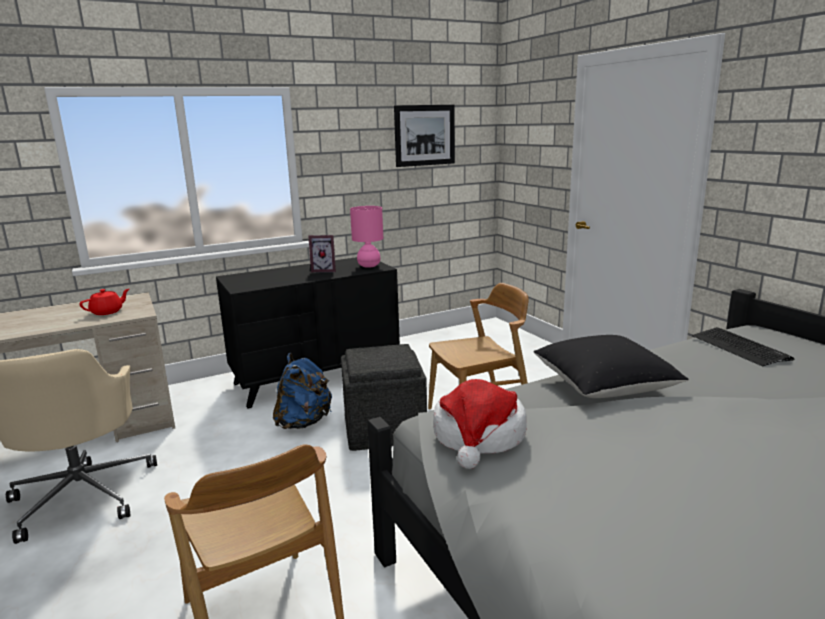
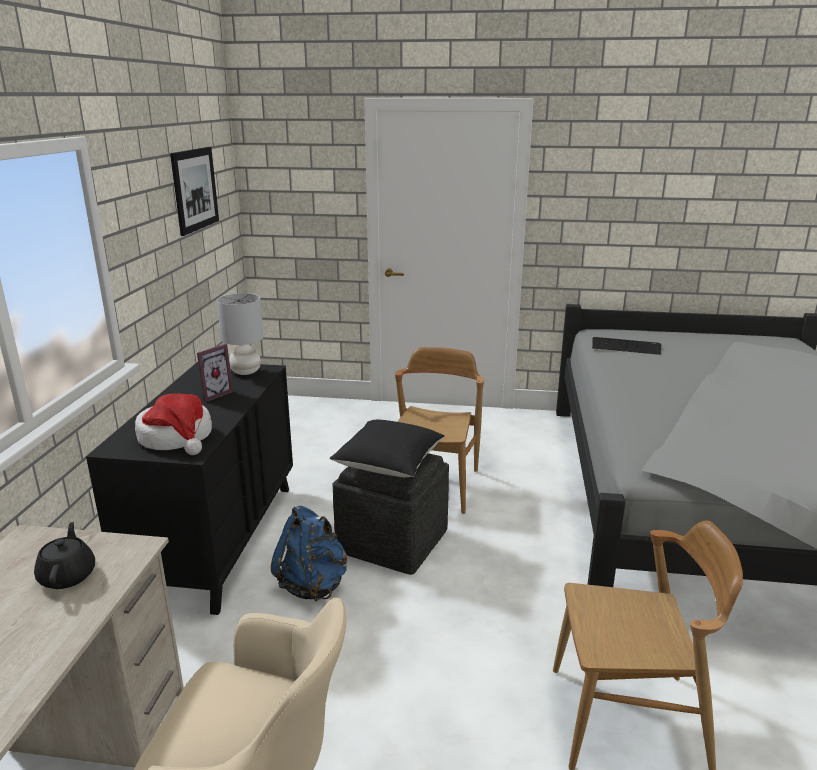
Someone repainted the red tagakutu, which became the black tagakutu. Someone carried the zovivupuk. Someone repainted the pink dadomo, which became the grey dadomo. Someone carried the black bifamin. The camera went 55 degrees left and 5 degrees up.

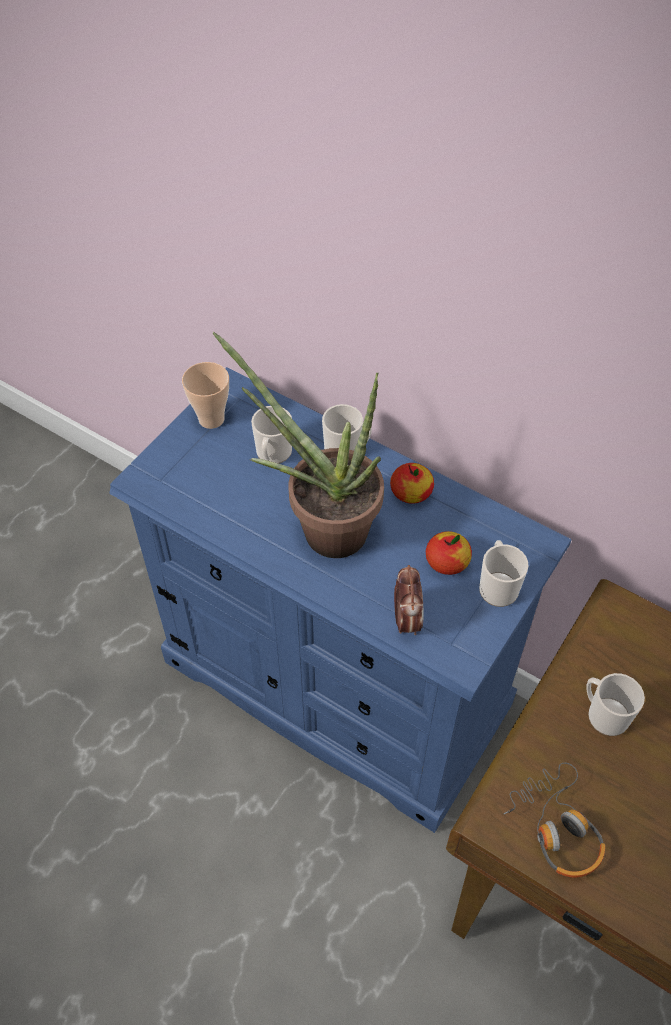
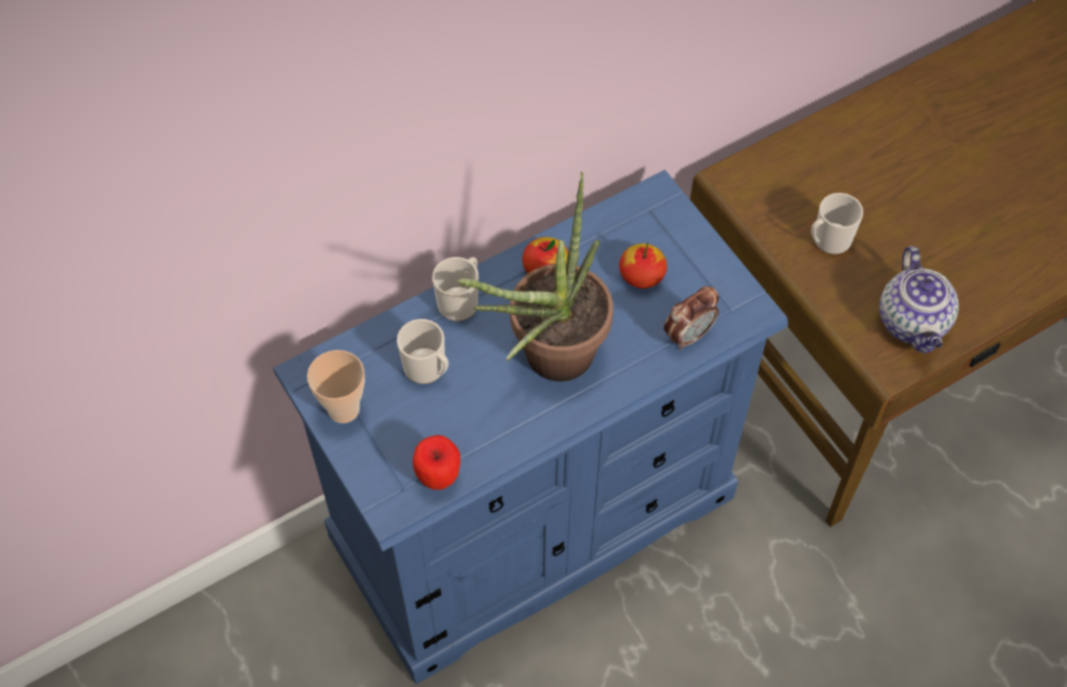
Someone put down the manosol (1st from left). Someone rotated the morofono by 120 degrees clockwise. Someone swapped the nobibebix for the tagakutu. Someone took away the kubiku (3rd from left). The camera went 65 degrees left and 5 degrees up.

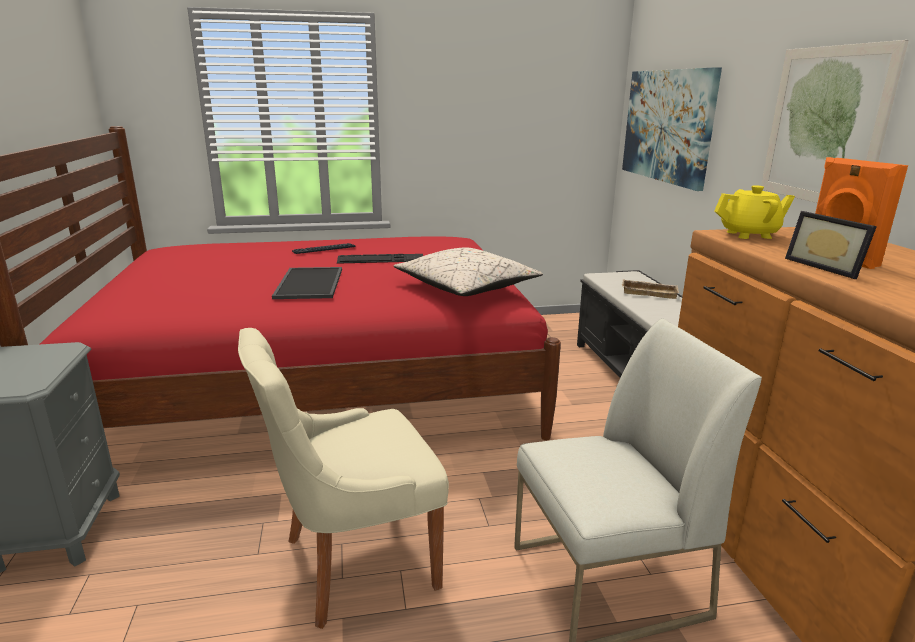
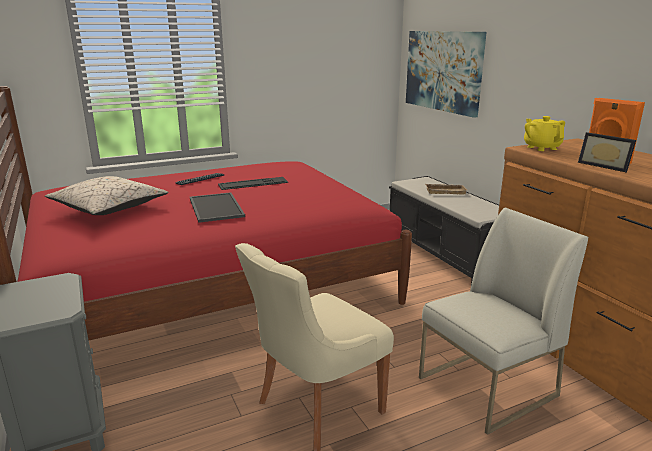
Someone carried the beige bifamin. Someone rotated the yellow tagakutu by 90 degrees counterclockwise. Someone took away the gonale (2nd from left). The camera went 15 degrees left and 0 degrees up.

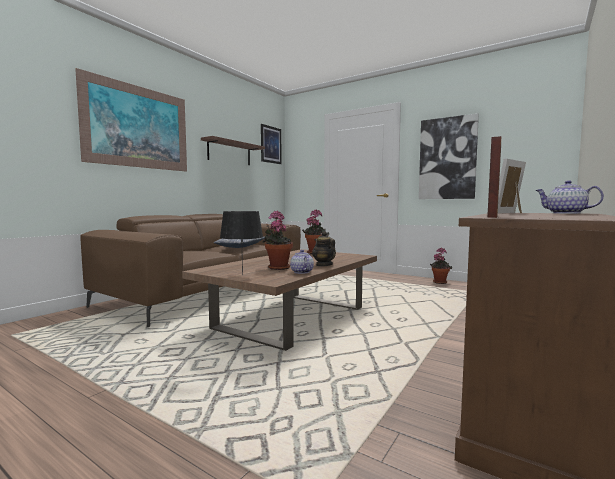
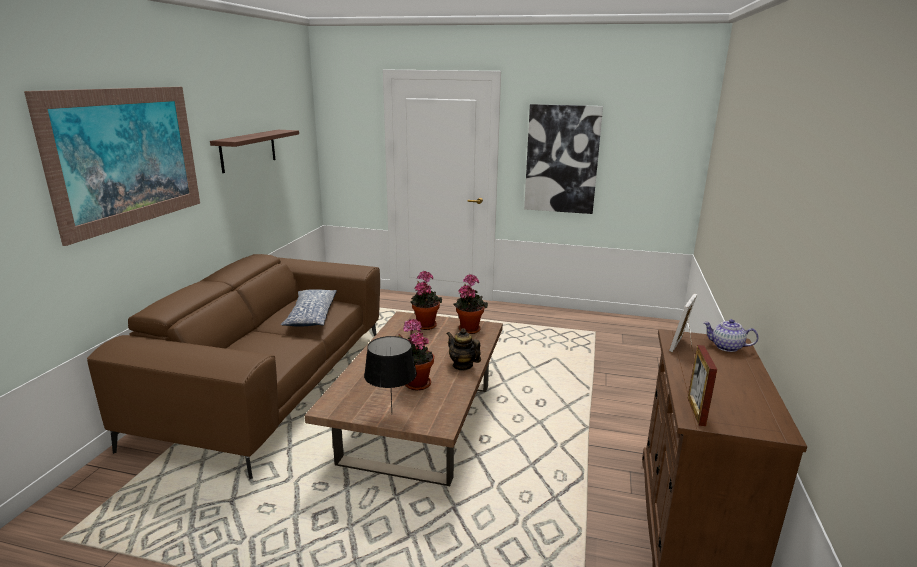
Someone carried the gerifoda (3rd from left). Someone took away the gonale (2nd from left). Someone took away the tagakutu (1st from left). The camera went 20 degrees left and 15 degrees up.

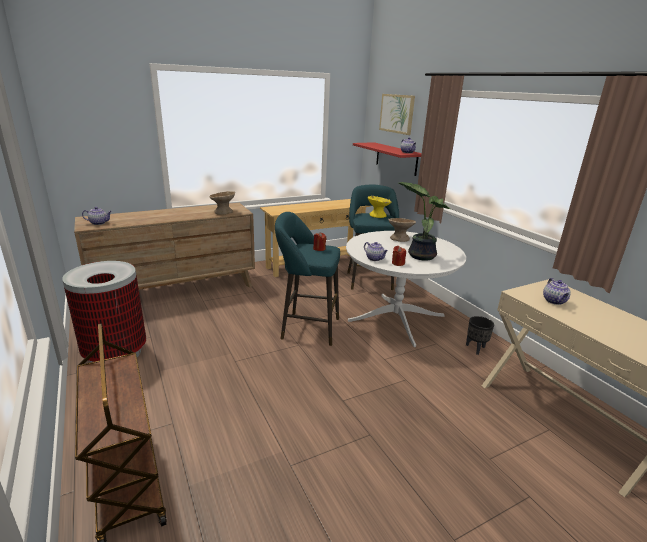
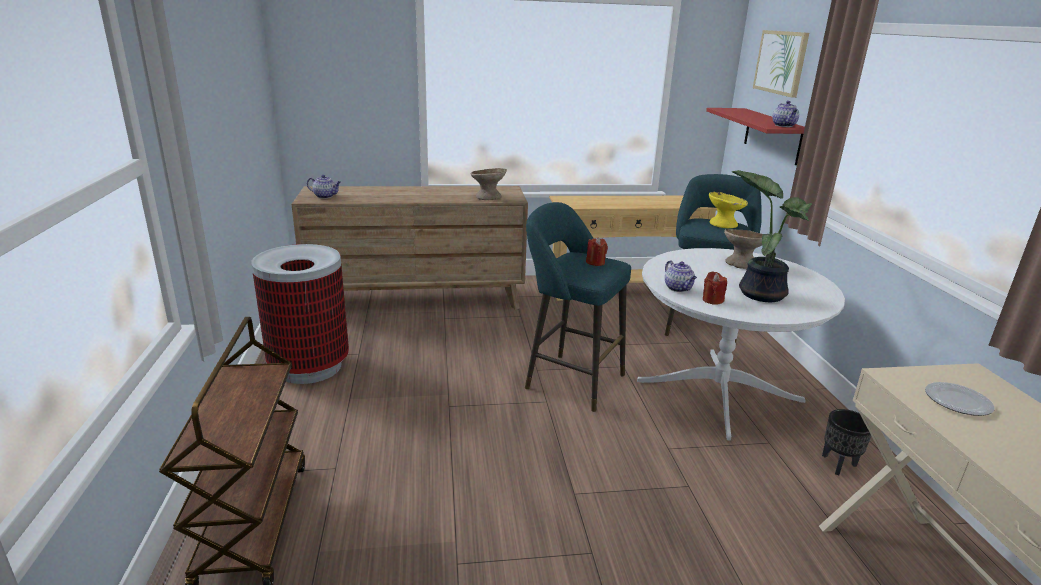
Someone swapped the tagakutu (4th from left) for the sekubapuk. The camera went 20 degrees right and 0 degrees up.

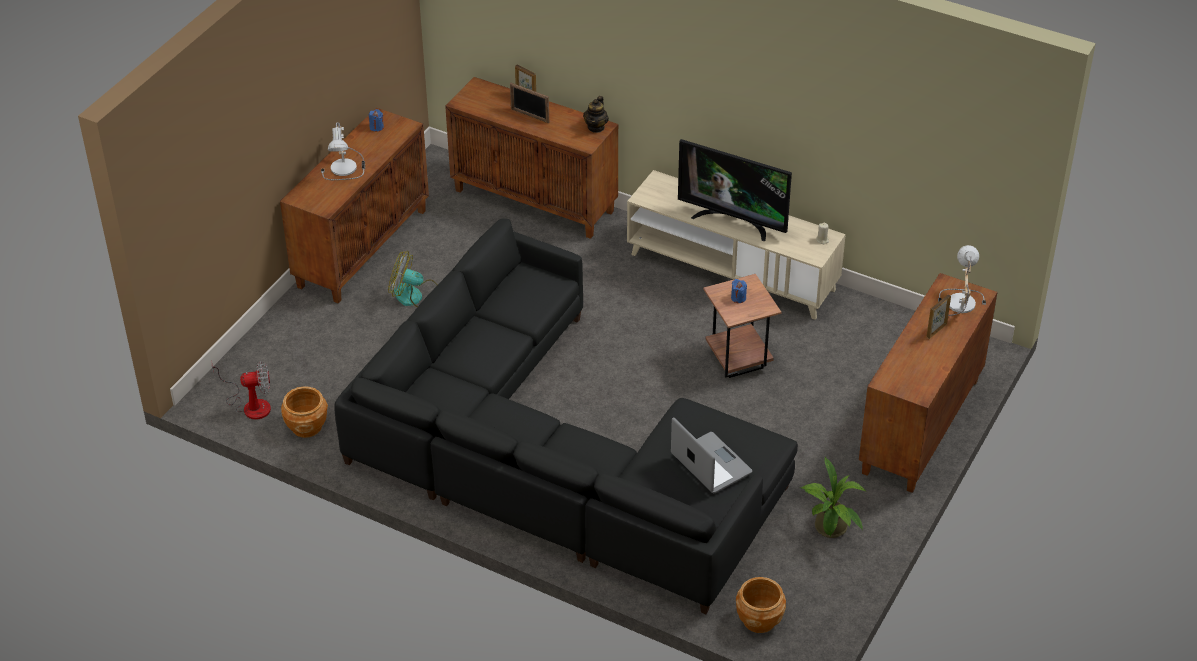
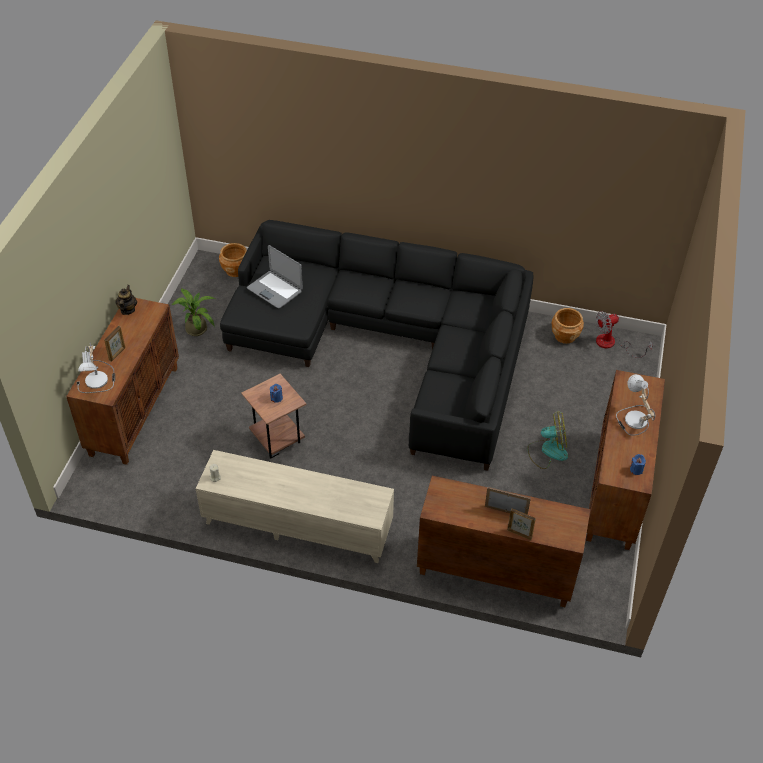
Someone carried the tagakutu. Someone took away the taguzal. The camera went 165 degrees right and 5 degrees up.

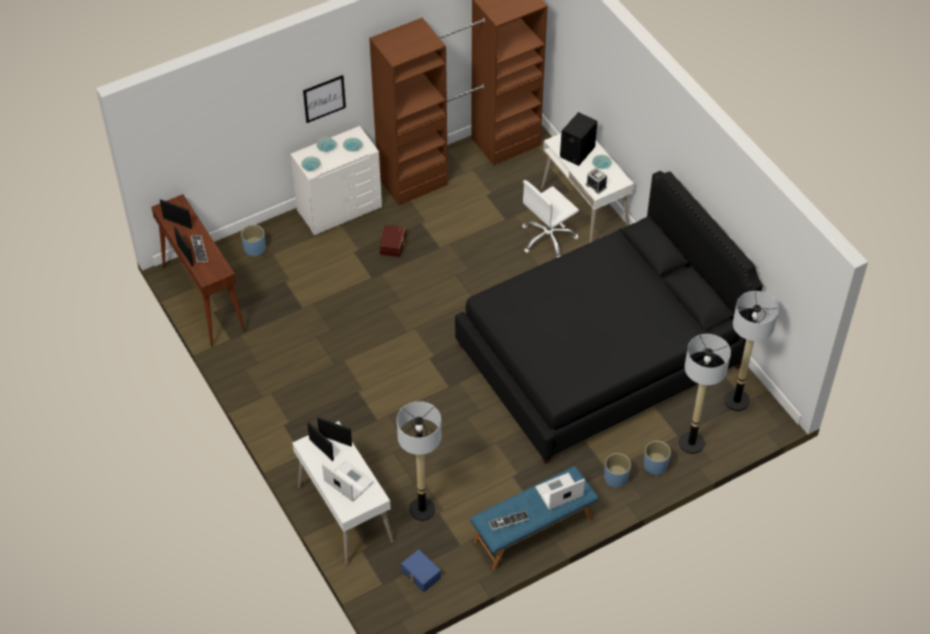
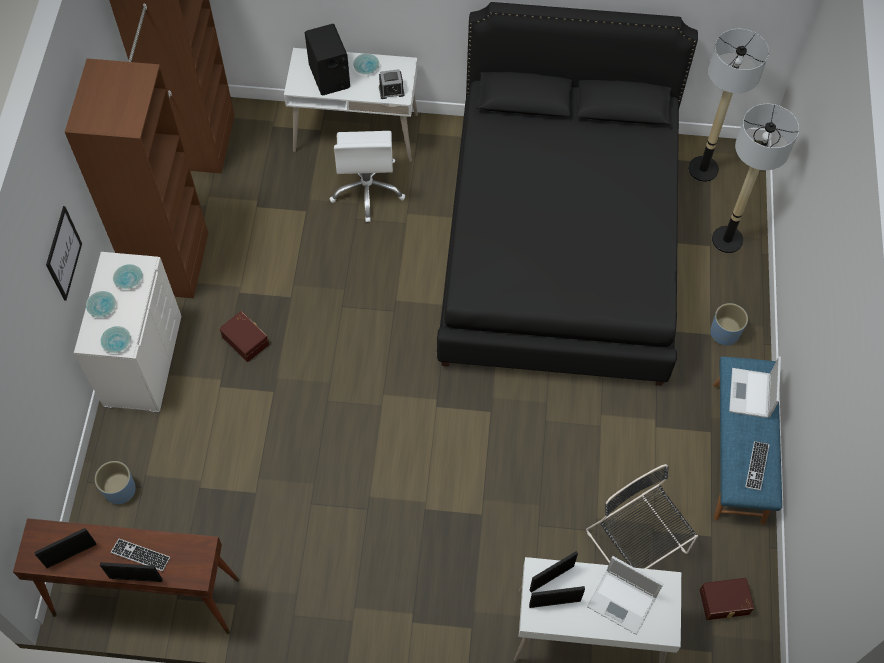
Someone swapped the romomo (1st from left) for the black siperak. Someone rotated the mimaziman (1st from left) by 135 degrees counterclockwise. Someone repainted the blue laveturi, which became the brown laveturi (2nd from left). Someone took away the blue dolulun (3rd from left). The camera went 55 degrees left and 10 degrees up.

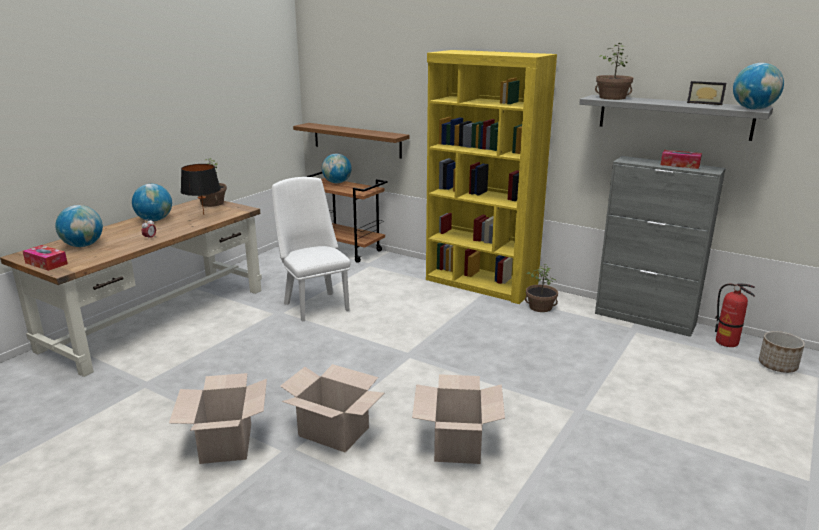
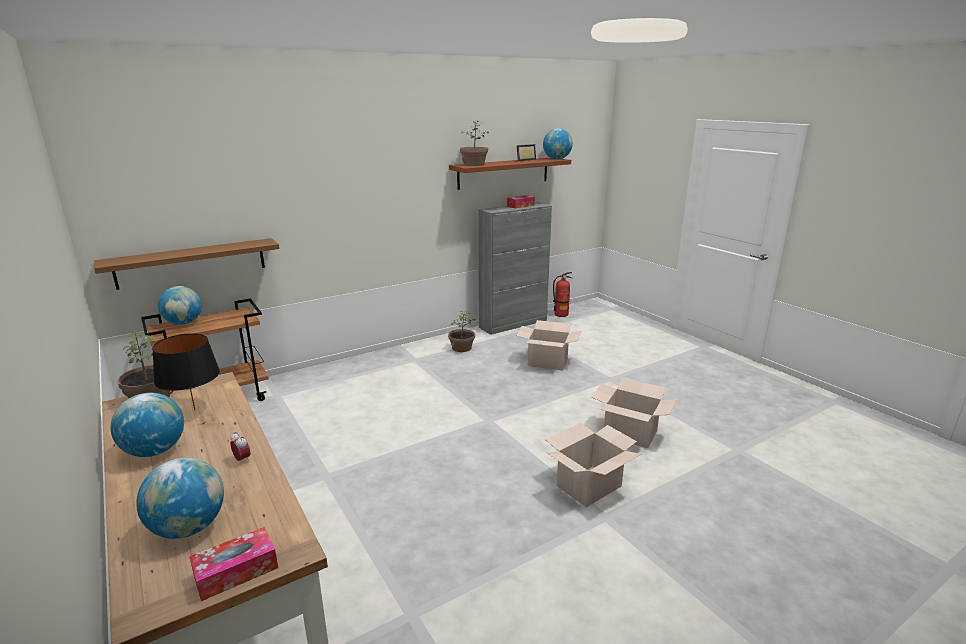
Someone repainted the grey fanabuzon, which became the brown fanabuzon (2nd from left). Someone carried the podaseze (1st from left). Someone took away the white siperak. Someone took away the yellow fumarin. Someone took away the dolulun. The camera went 65 degrees left and 0 degrees up.

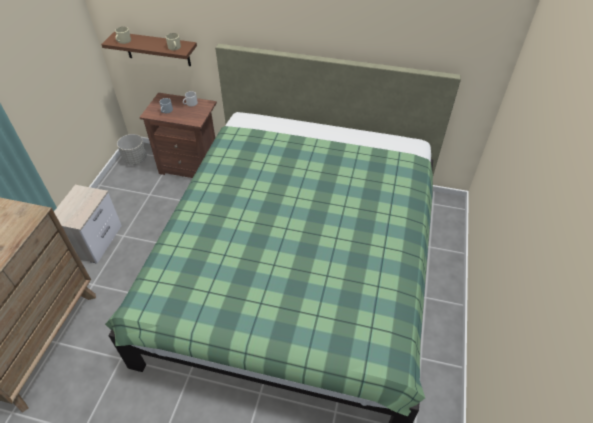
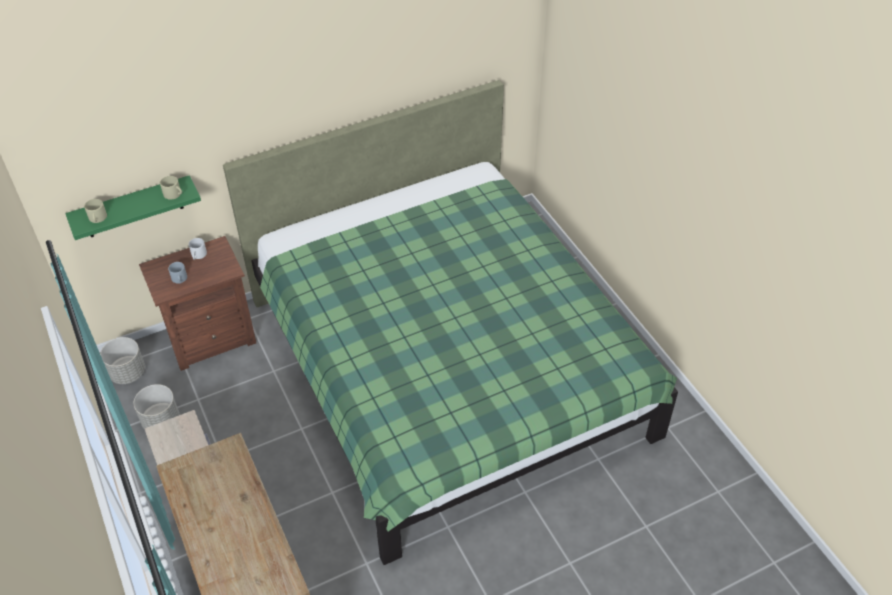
Someone repainted the brown fanabuzon, which became the green fanabuzon. Someone put down the grey dolulun (2nd from left). The camera went 40 degrees left and 0 degrees up.

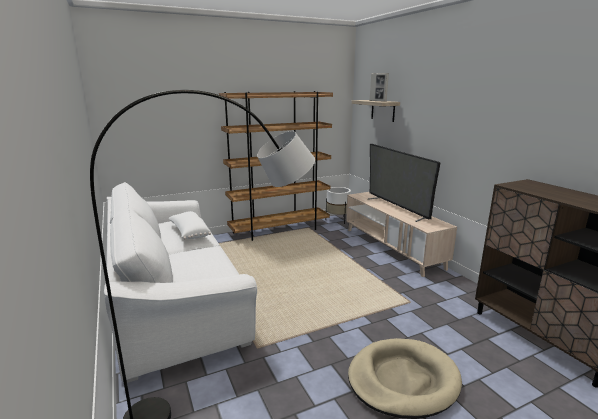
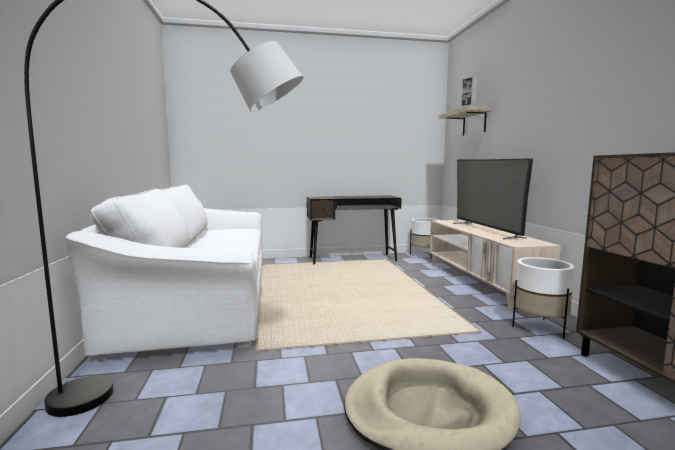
Someone swapped the brown fumarin for the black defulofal. Someone put down the white dolulun (2nd from left). Someone took away the white bifamin. The camera went 15 degrees right and 10 degrees down.

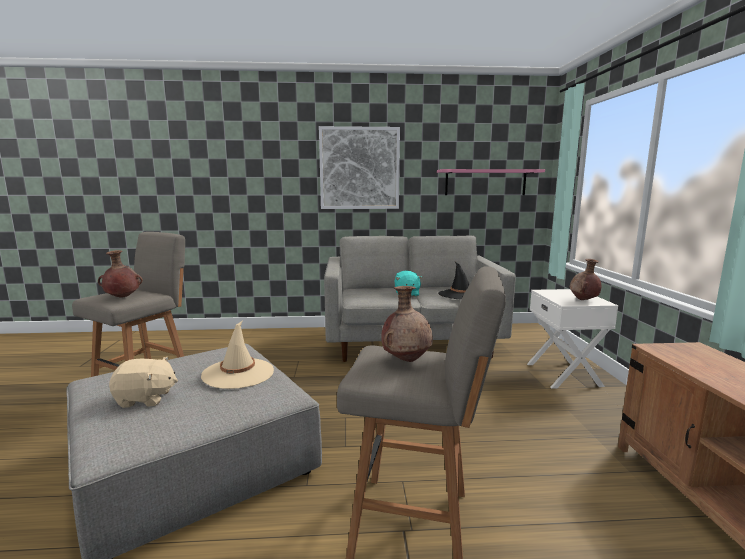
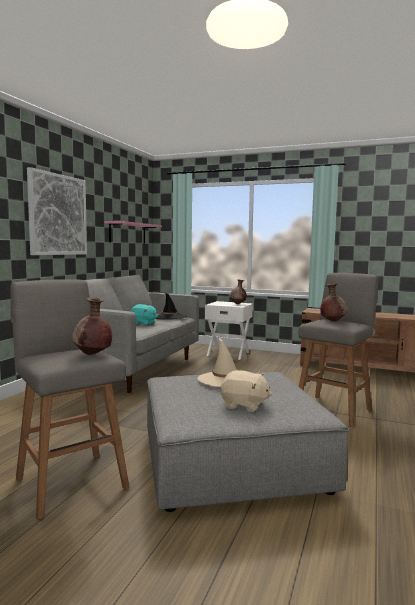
Someone rotated the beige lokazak by 90 degrees clockwise. The camera went 65 degrees left and 5 degrees down.

